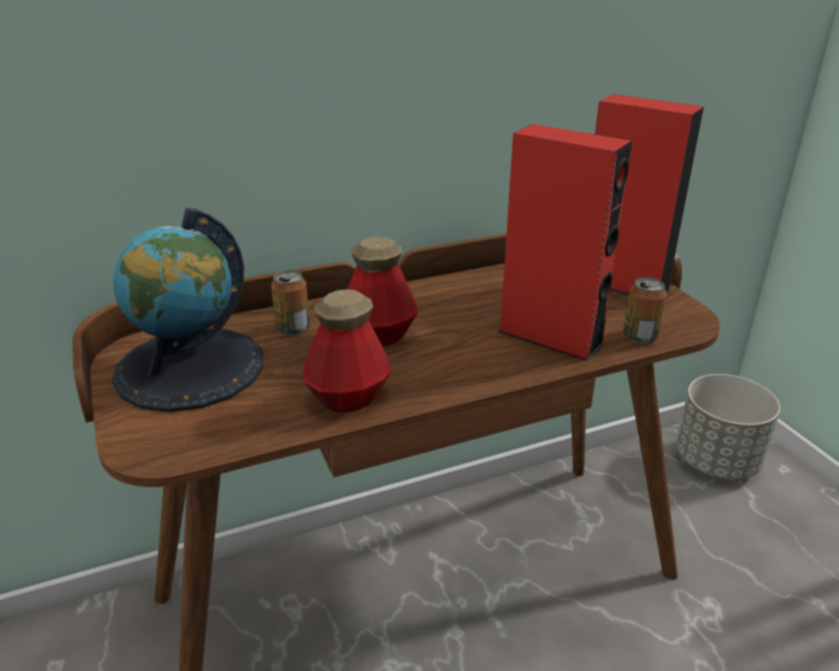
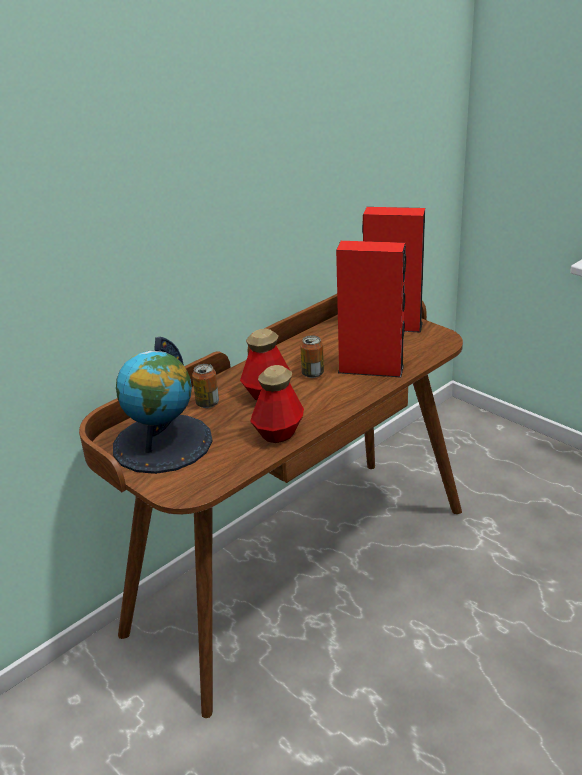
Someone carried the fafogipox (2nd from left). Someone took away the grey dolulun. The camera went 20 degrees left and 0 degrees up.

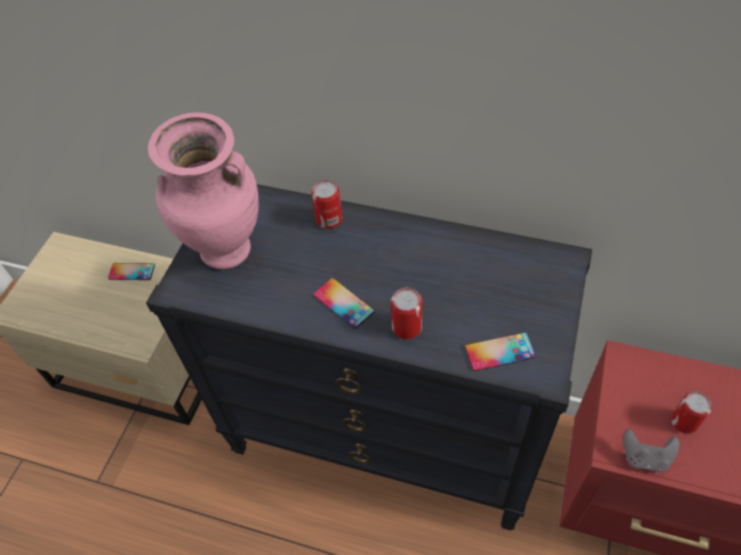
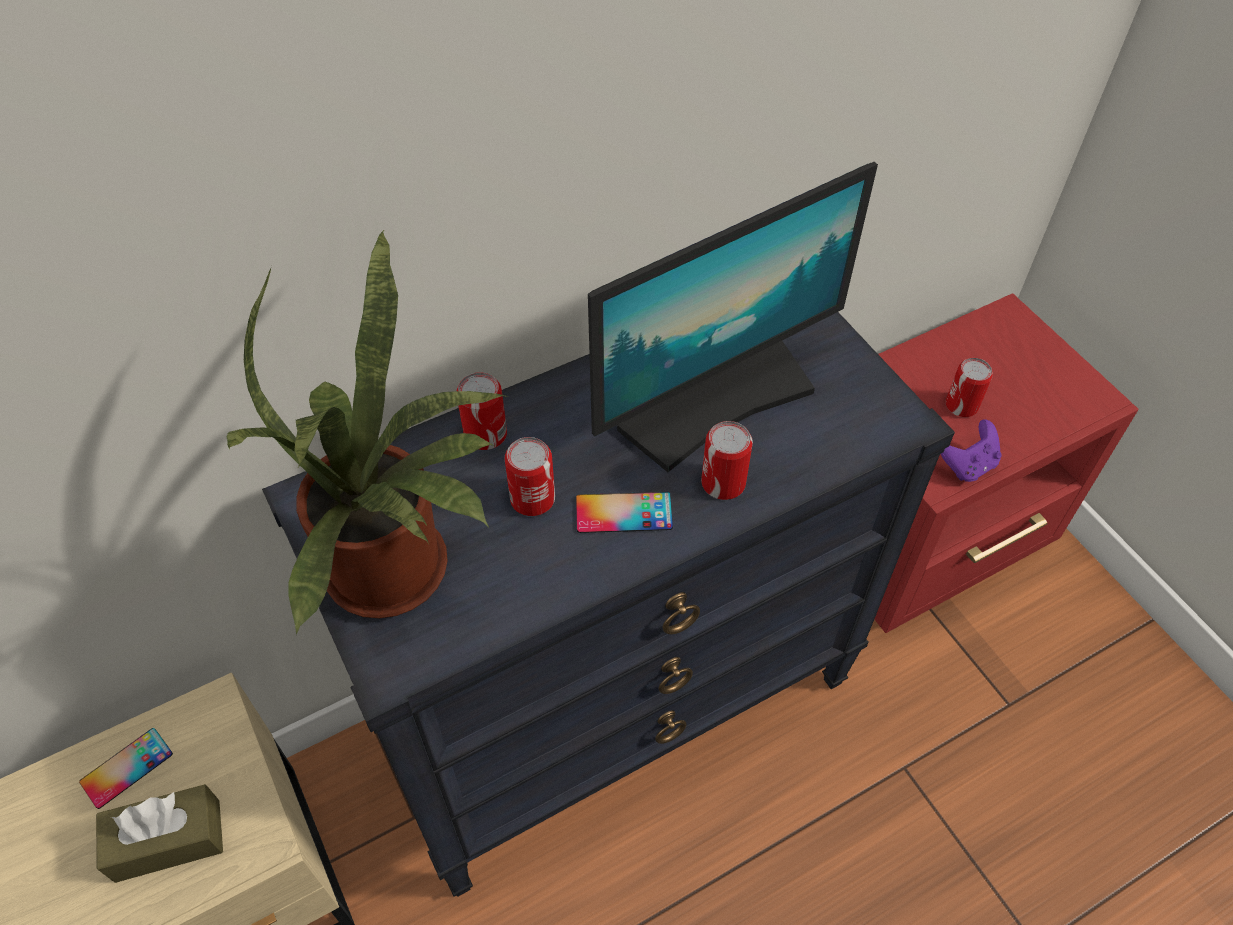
Someone put down the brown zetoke. Someone swapped the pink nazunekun for the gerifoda. Someone put down the fafogipox (2nd from left). Someone put down the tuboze. Someone repainted the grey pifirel, which became the purple pifirel. Someone took away the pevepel (3rd from left). The camera went 50 degrees left and 0 degrees up.

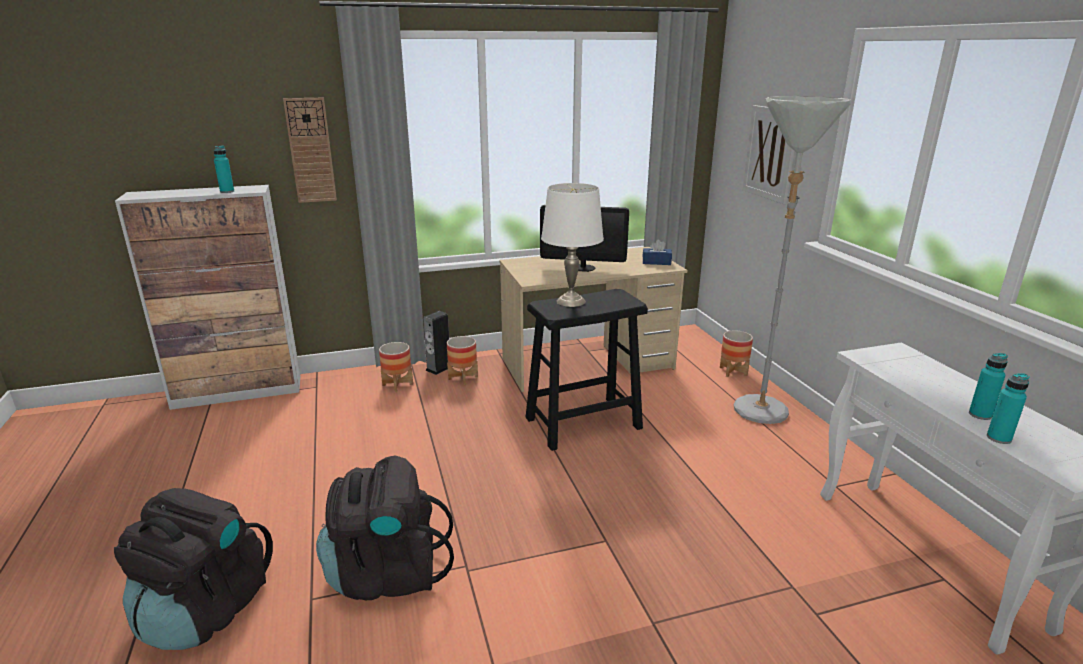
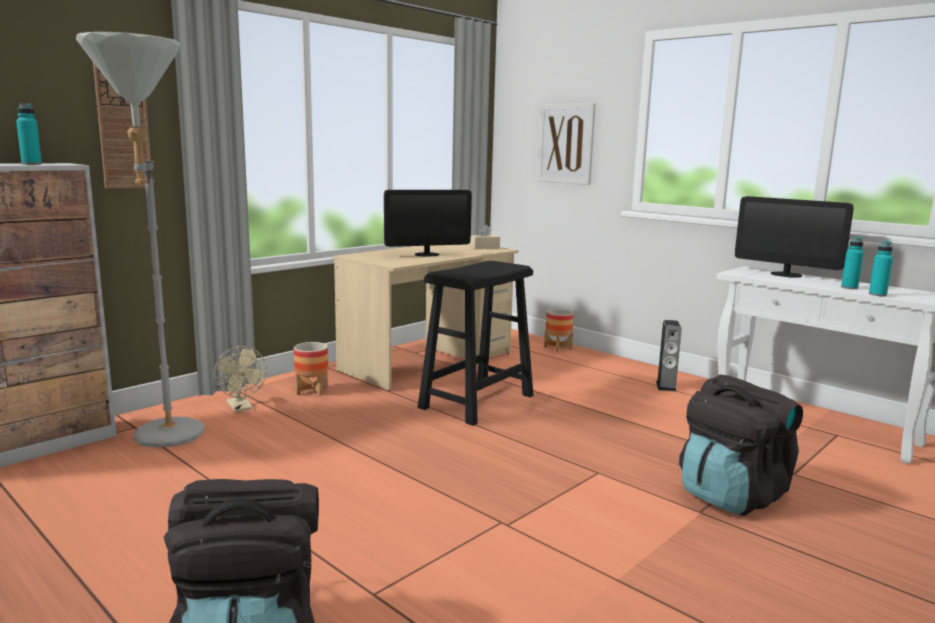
Someone carried the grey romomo. Someone swapped the dolulun (1st from left) for the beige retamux. Someone repainted the blue zetoke, which became the beige zetoke. Someone carried the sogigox. Someone carried the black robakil (2nd from left). Someone put down the tuboze (2nd from left). Someone took away the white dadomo. The camera went 30 degrees left and 10 degrees down.

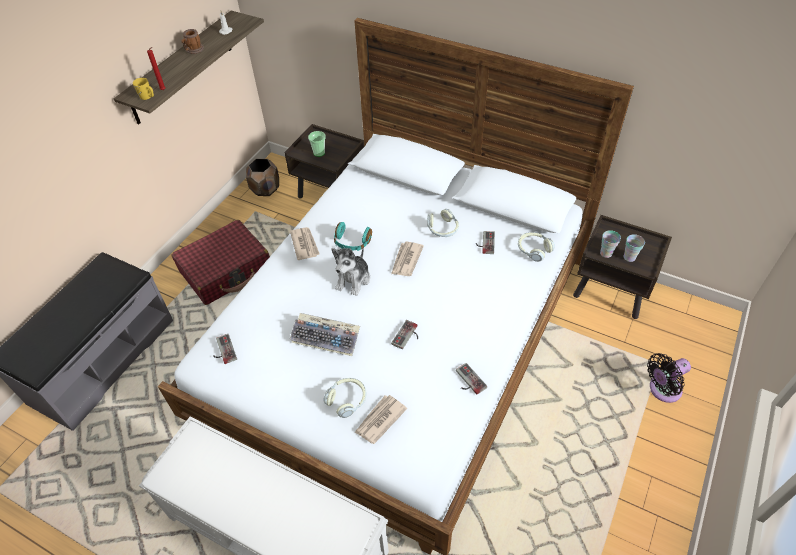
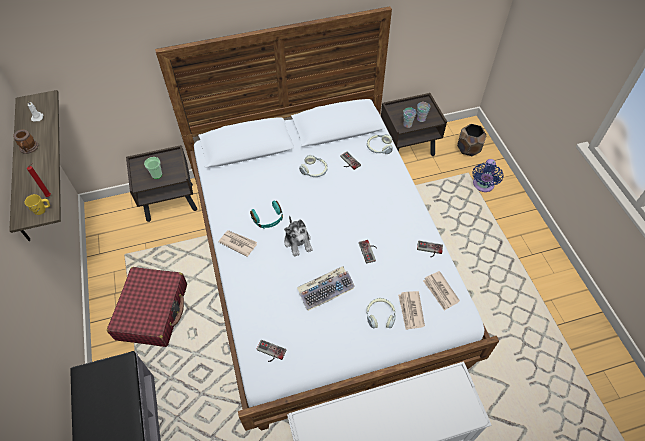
Someone carried the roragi (3rd from left). Someone carried the brown dolulun. Someone repainted the black retamux, which became the blue retamux. The camera went 45 degrees left and 5 degrees up.

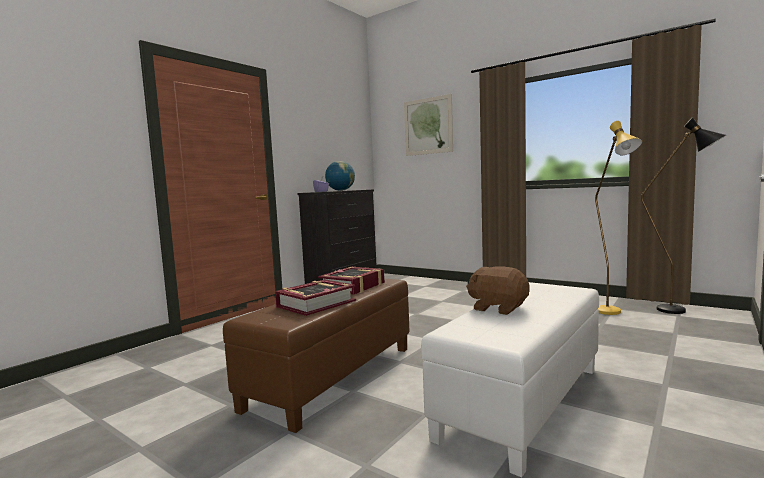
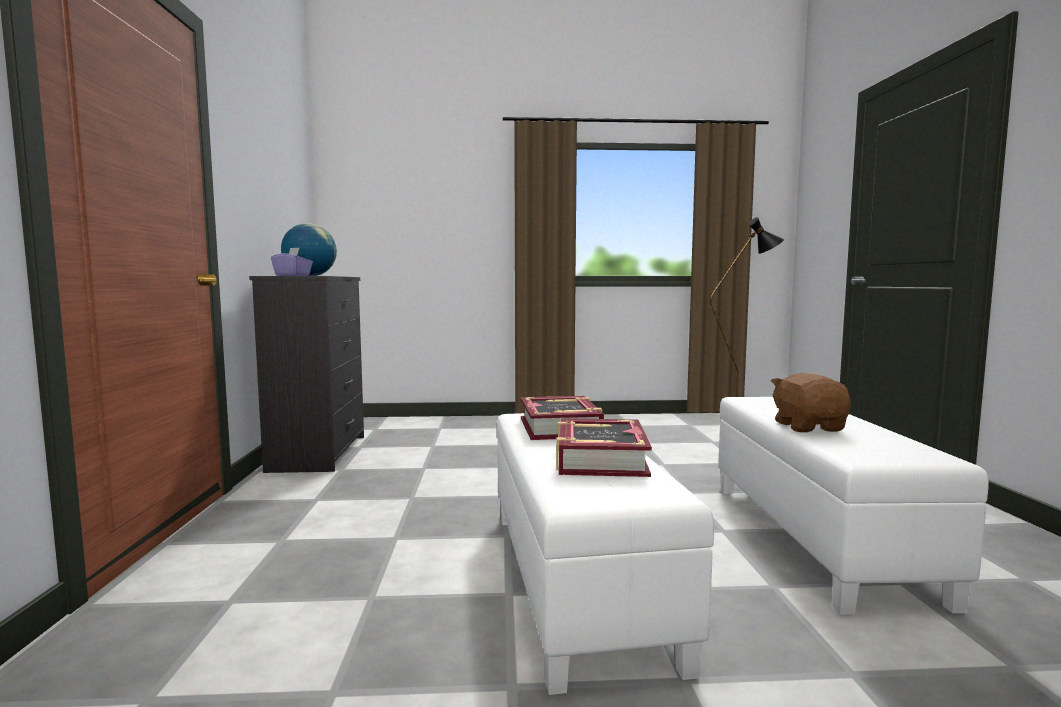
Someone repainted the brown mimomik, which became the white mimomik (1st from left). Someone rotated the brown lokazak by 90 degrees clockwise. Someone took away the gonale. Someone took away the yellow romomo. The camera went 40 degrees left and 0 degrees up.

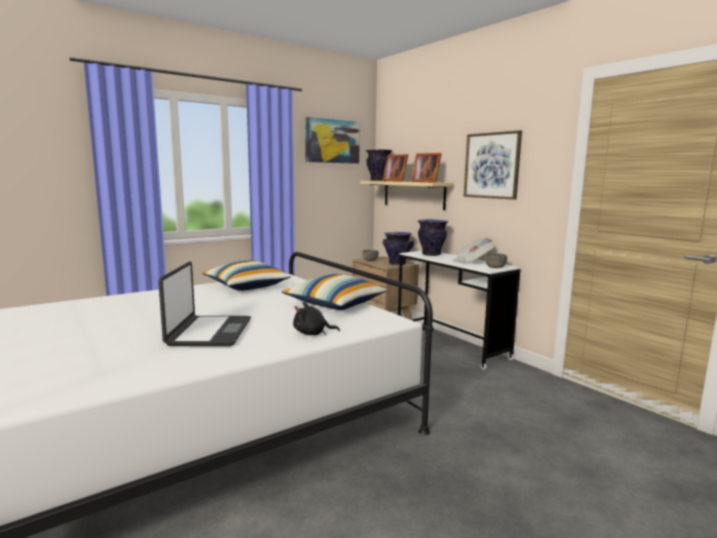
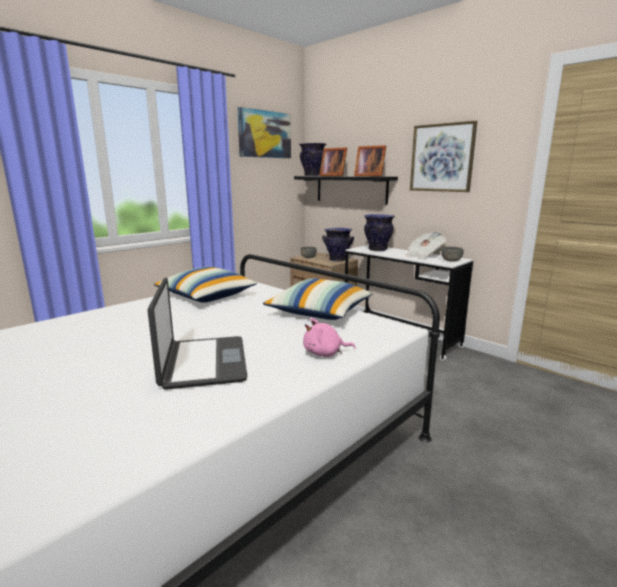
Someone repainted the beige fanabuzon, which became the black fanabuzon. Someone repainted the black lokazak, which became the pink lokazak. The camera went 10 degrees left and 5 degrees up.

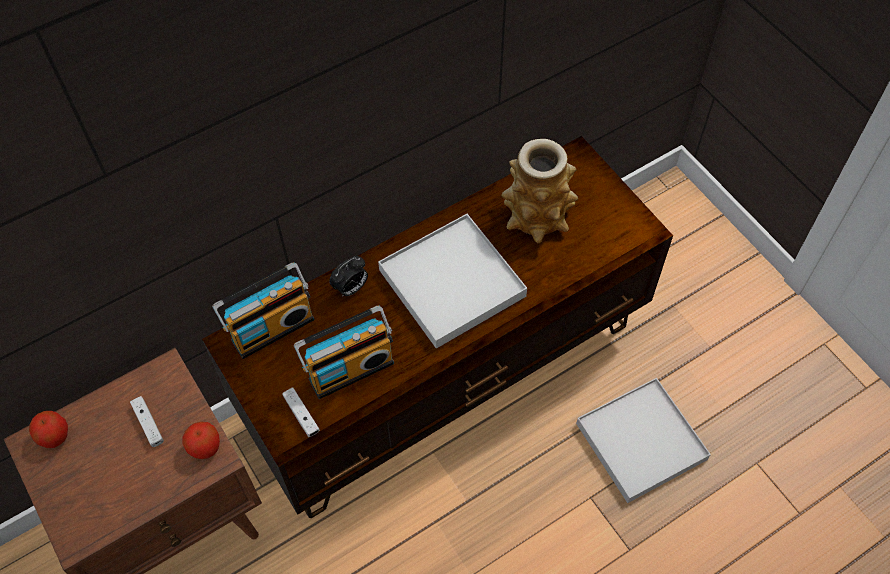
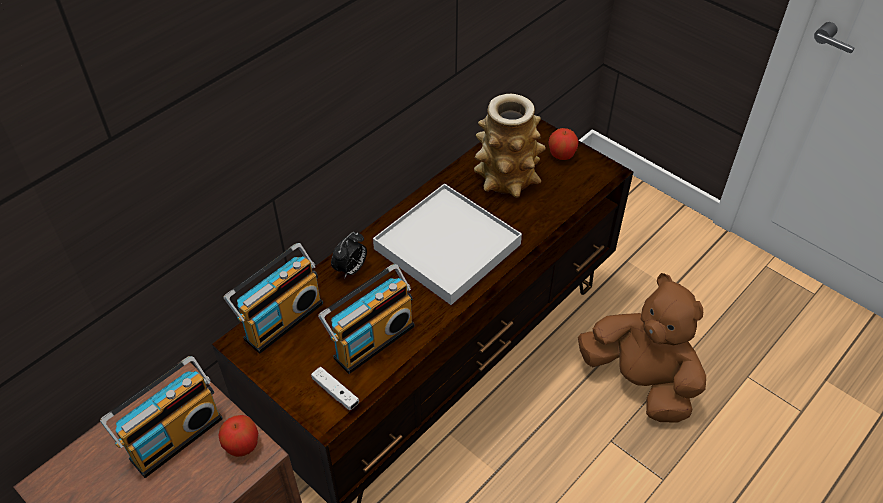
Someone swapped the white pifirel (1st from left) for the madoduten (1st from left). Someone carried the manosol (1st from left in the first image). Someone swapped the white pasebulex (2nd from left) for the brown lokazak. The camera went 15 degrees left and 10 degrees down.

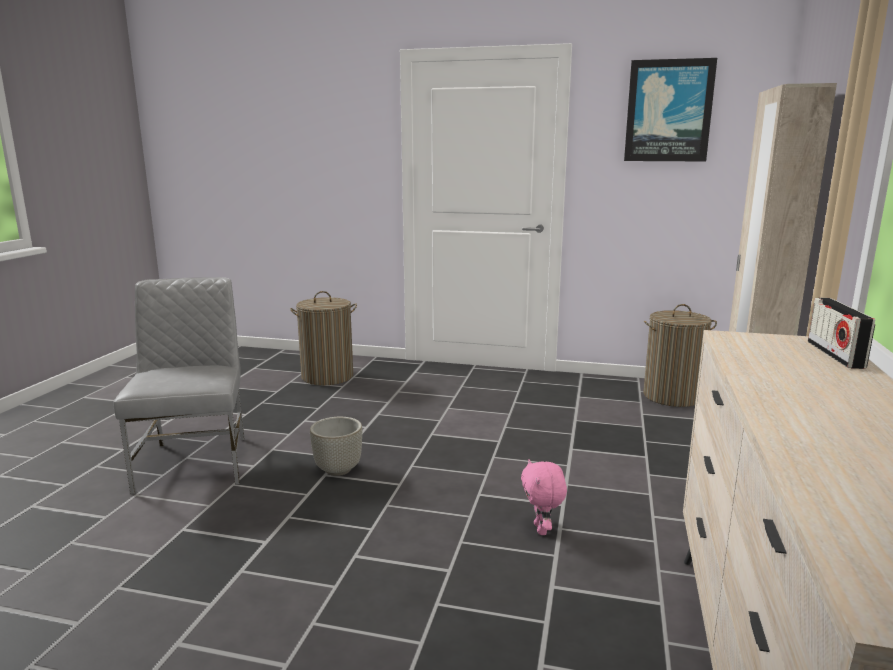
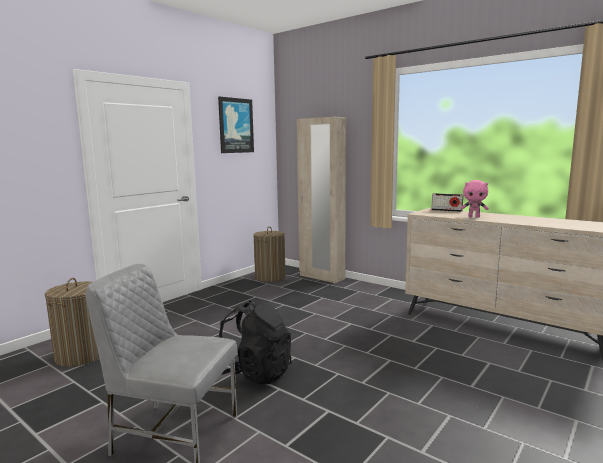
Someone swapped the grey dolulun for the black robakil. Someone carried the pink lokazak. The camera went 65 degrees left and 5 degrees down.

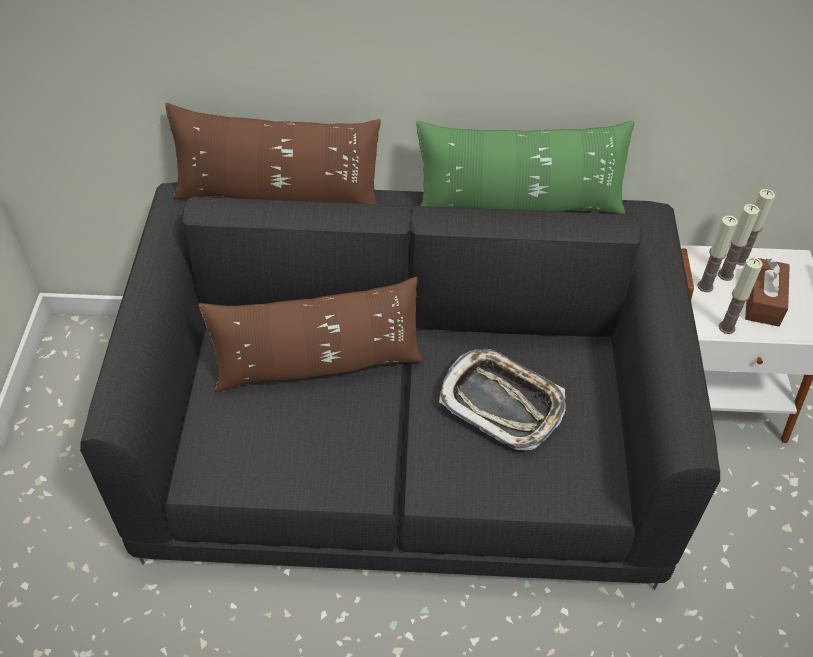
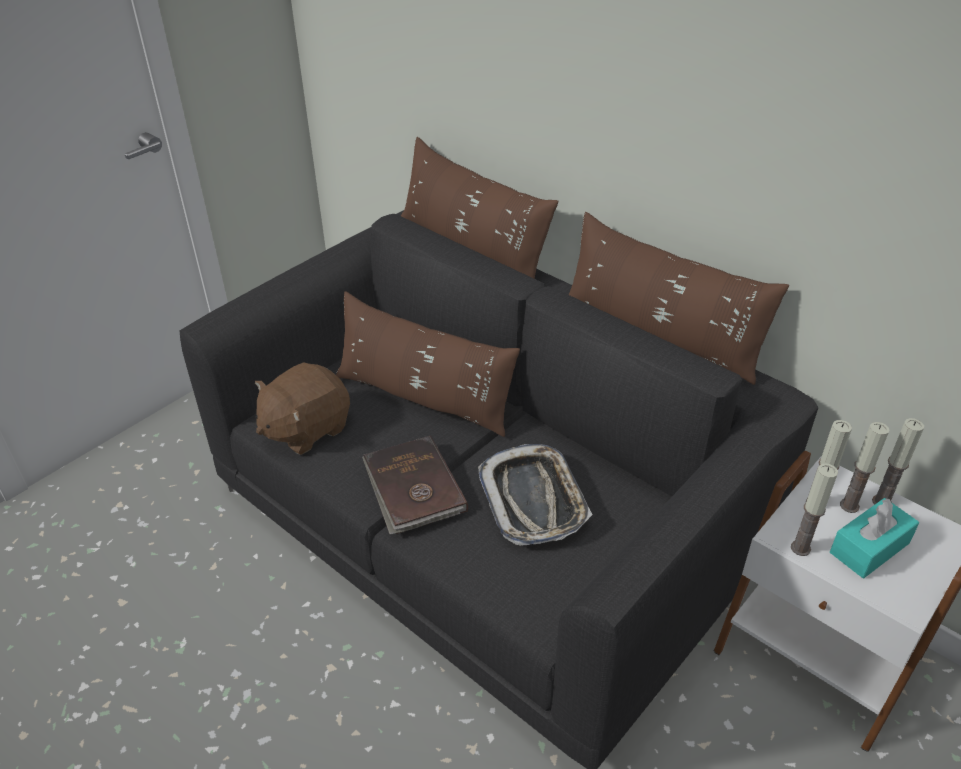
Someone put down the brown lokazak. Someone put down the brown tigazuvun. Someone repainted the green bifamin, which became the brown bifamin (3rd from left). Someone repainted the brown zetoke, which became the turquoise zetoke. The camera went 40 degrees right and 10 degrees down.

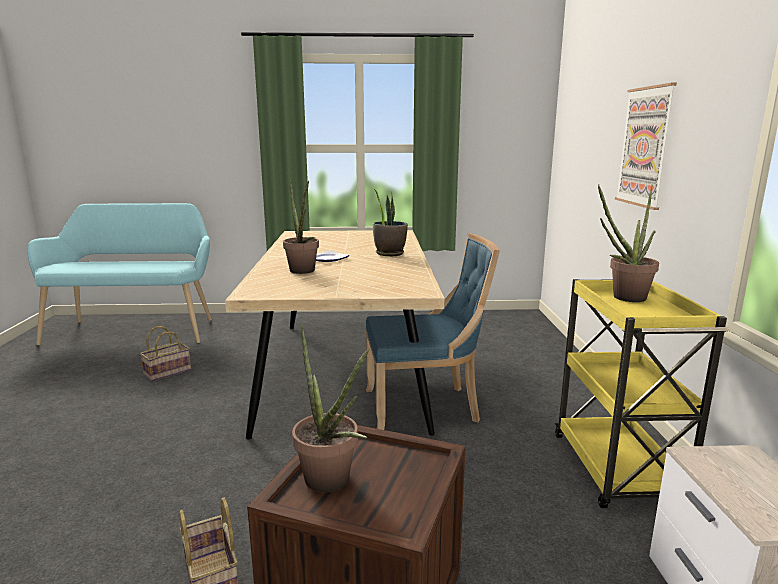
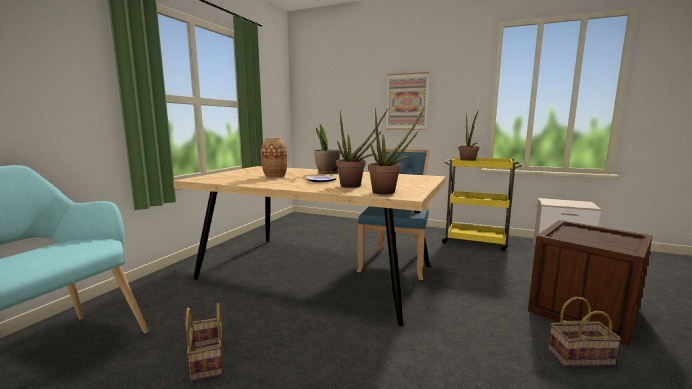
Someone put down the nazunekun. Someone carried the gerifoda (2nd from left in the first image). The camera went 65 degrees left and 5 degrees down.

